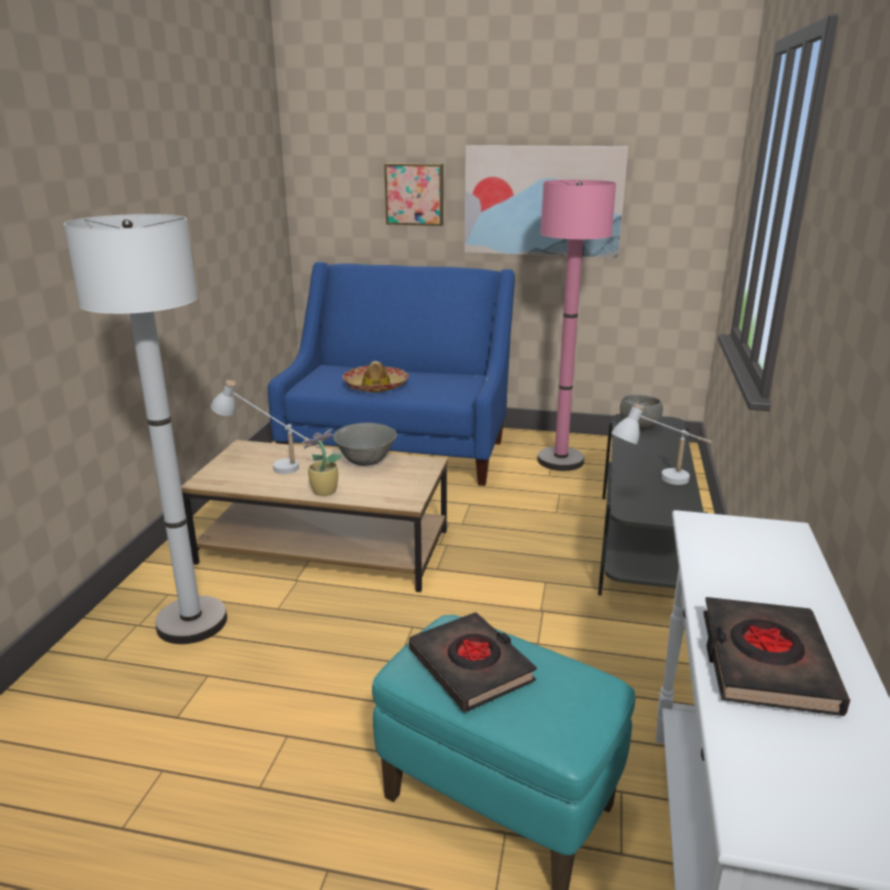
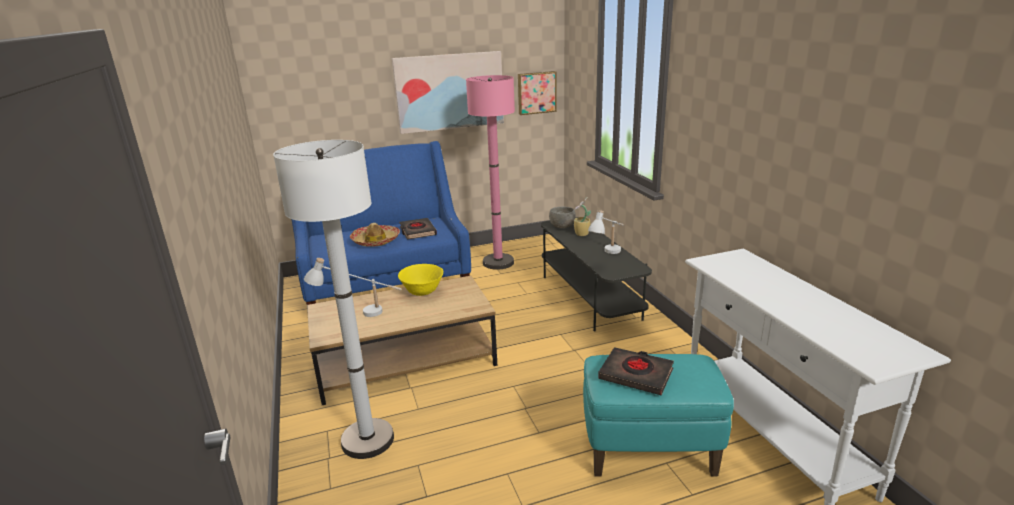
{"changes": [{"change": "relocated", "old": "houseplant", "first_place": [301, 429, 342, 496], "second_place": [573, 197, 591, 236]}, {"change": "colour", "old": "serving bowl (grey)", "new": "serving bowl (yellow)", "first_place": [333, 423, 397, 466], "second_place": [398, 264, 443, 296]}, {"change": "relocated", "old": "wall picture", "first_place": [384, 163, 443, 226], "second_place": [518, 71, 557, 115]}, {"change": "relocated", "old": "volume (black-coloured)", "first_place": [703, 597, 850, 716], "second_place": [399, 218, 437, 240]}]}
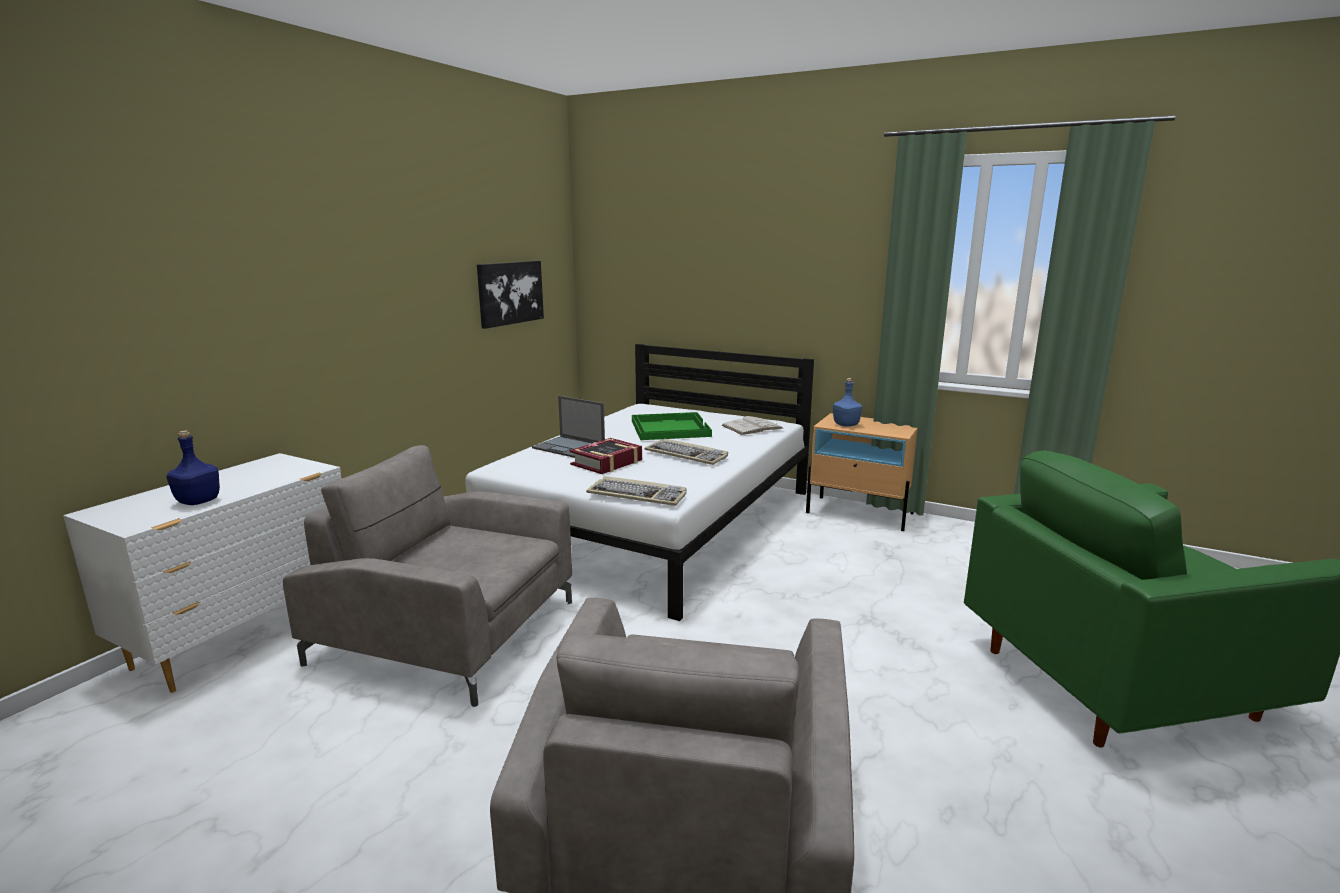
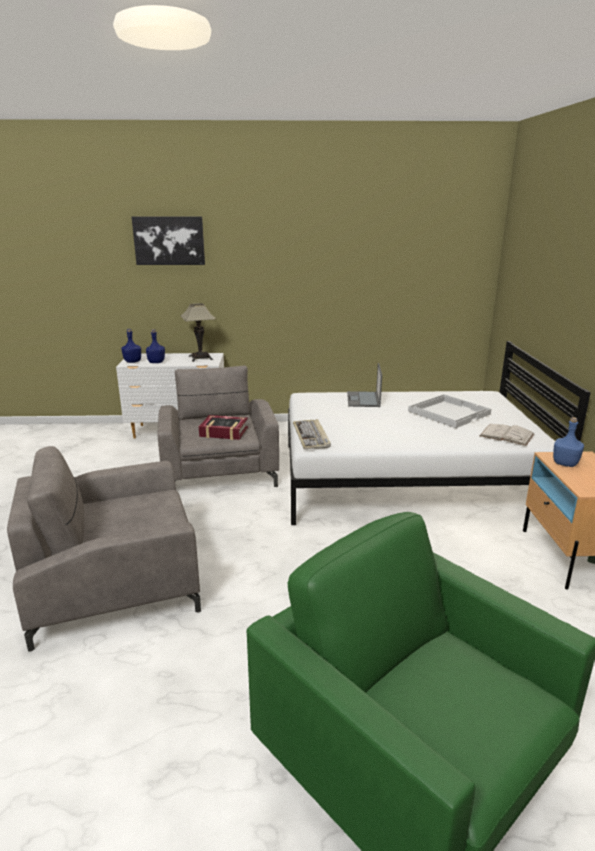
{"changes": [{"change": "relocated", "old": "wall picture", "first_place": [477, 261, 544, 329], "second_place": [132, 217, 205, 265]}, {"change": "relocated", "old": "volume", "first_place": [570, 438, 642, 474], "second_place": [199, 415, 248, 440]}, {"change": "colour", "old": "tray (green)", "new": "tray (whitish)", "first_place": [632, 412, 712, 440], "second_place": [408, 394, 491, 428]}, {"change": "missing", "old": "PC keyboard", "first_place": [645, 439, 728, 465]}, {"change": "appeared", "new": "beverage bottle (blue-coloured)", "second_place": [121, 329, 141, 363]}, {"change": "appeared", "new": "lamp for a table", "second_place": [181, 303, 216, 362]}]}
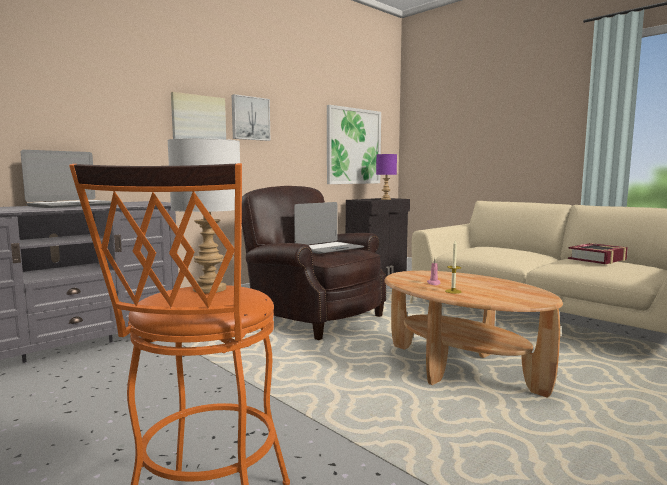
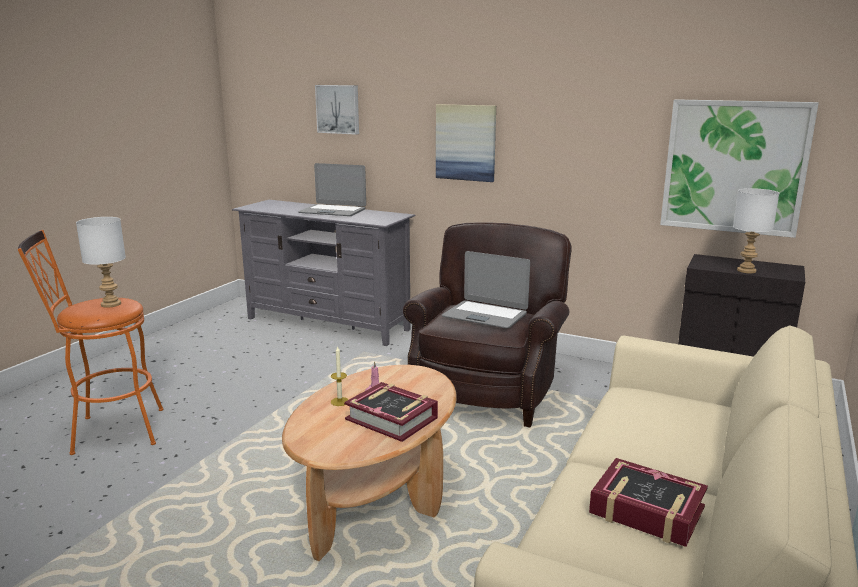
{"changes": [{"change": "relocated", "old": "wall picture", "first_place": [232, 94, 270, 141], "second_place": [315, 85, 359, 135]}, {"change": "colour", "old": "lamp for a table (purplish)", "new": "lamp for a table (whitish)", "first_place": [376, 154, 397, 200], "second_place": [733, 188, 779, 273]}, {"change": "appeared", "new": "volume", "second_place": [344, 382, 438, 442]}]}
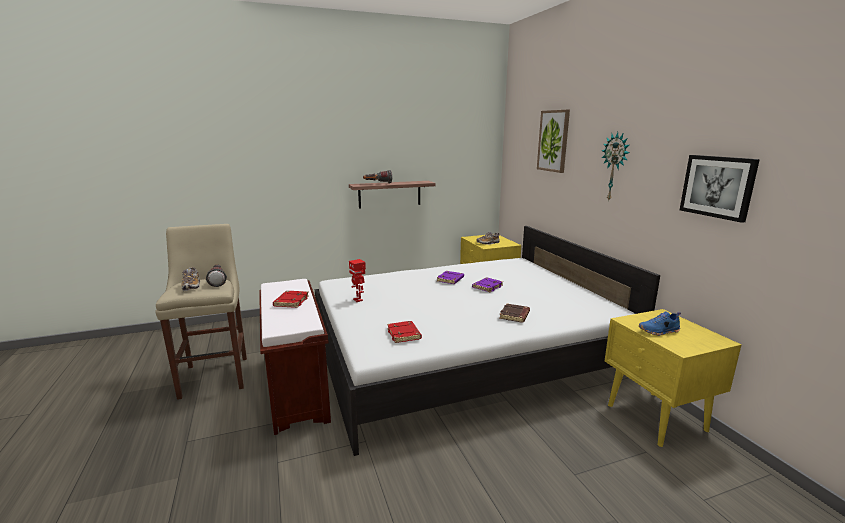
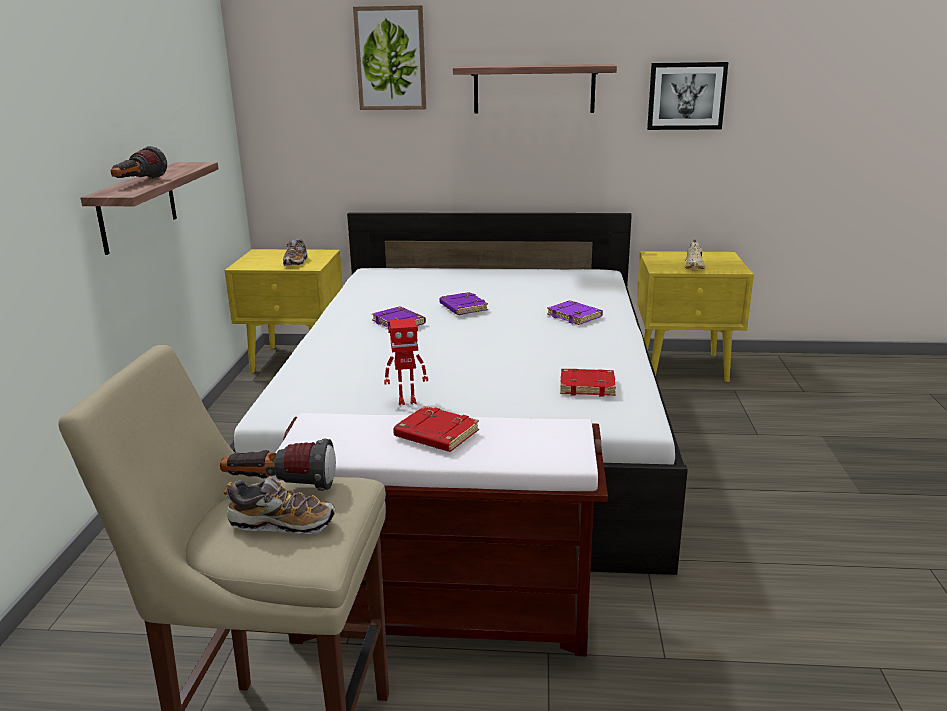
{"changes": [{"change": "colour", "old": "volume (brown-coloured)", "new": "volume (purplish)", "first_place": [499, 303, 530, 323], "second_place": [547, 301, 603, 325]}, {"change": "exchanged", "old": "clock on the wall", "new": "bracket shelf", "first_place": [602, 132, 630, 202], "second_place": [453, 64, 617, 114]}, {"change": "colour", "old": "shoe (blue-coloured)", "new": "shoe (beige)", "first_place": [639, 311, 681, 336], "second_place": [685, 240, 705, 269]}]}
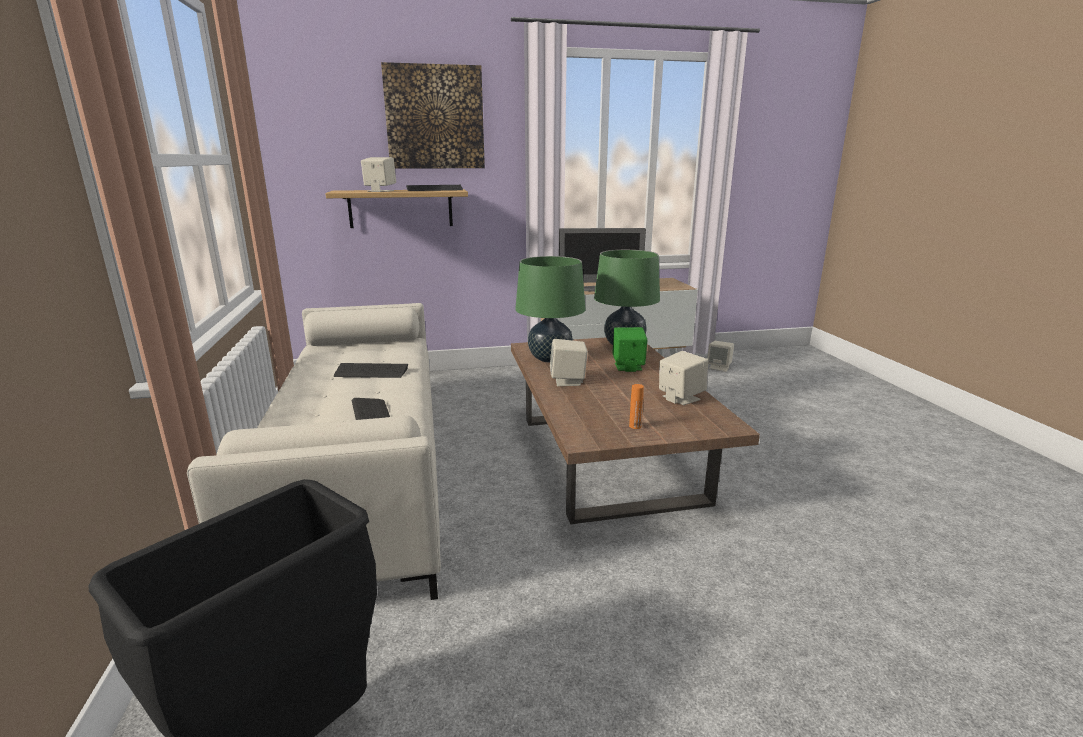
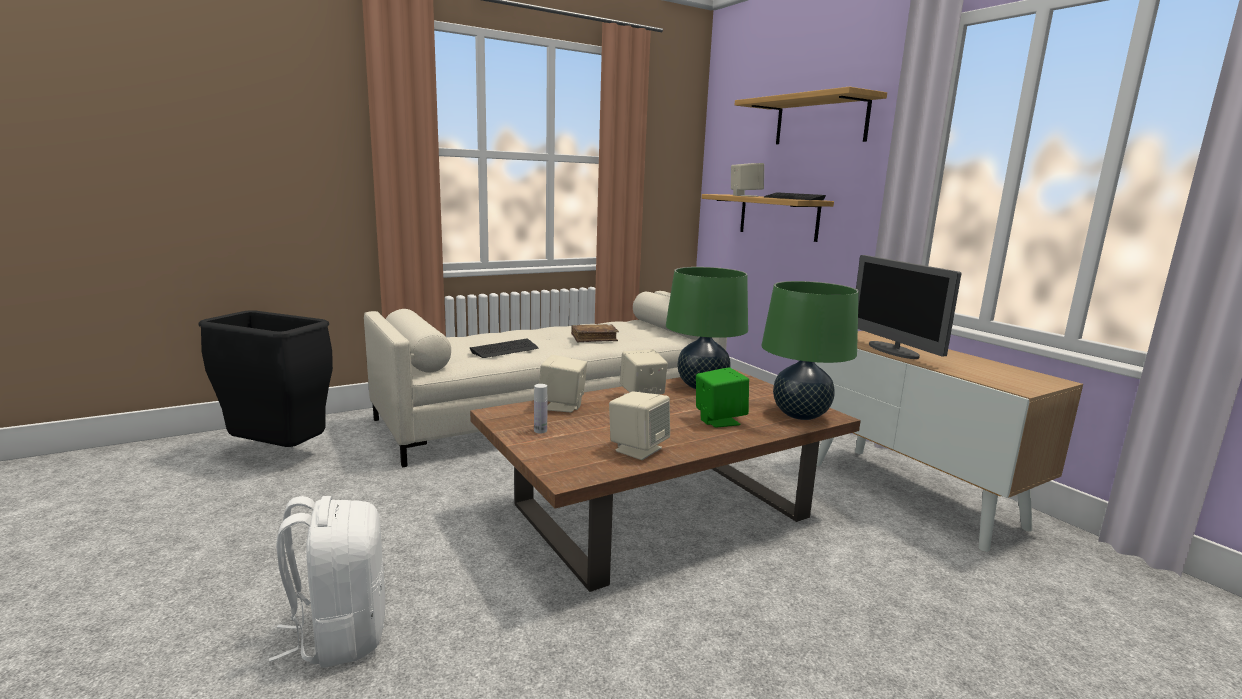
{"changes": [{"change": "exchanged", "old": "PC keyboard", "new": "volume (brown-coloured)", "first_place": [334, 363, 408, 378], "second_place": [571, 324, 619, 342]}, {"change": "exchanged", "old": "wall picture", "new": "bracket shelf", "first_place": [381, 62, 485, 169], "second_place": [735, 87, 887, 144]}, {"change": "colour", "old": "beverage bottle (orange-coloured)", "new": "beverage bottle (whitish)", "first_place": [629, 384, 644, 429], "second_place": [534, 384, 548, 433]}, {"change": "relocated", "old": "loudspeaker (beige)", "first_place": [707, 341, 734, 372], "second_place": [539, 355, 587, 412]}, {"change": "appeared", "new": "rucksack (whitish)", "second_place": [269, 496, 385, 668]}]}
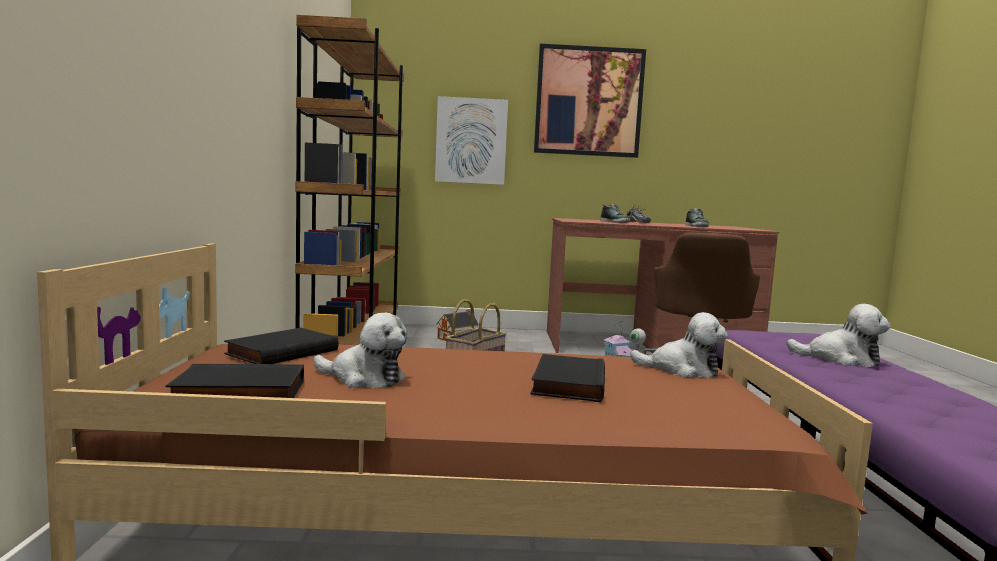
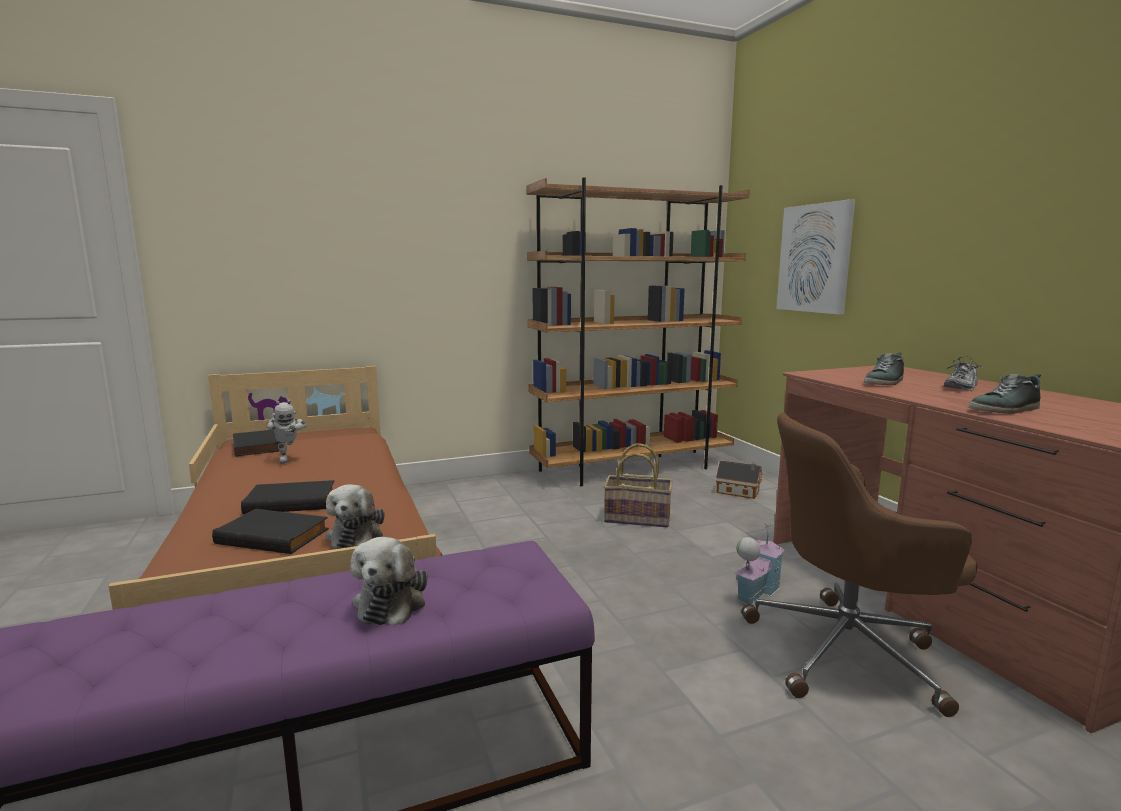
{"changes": [{"change": "relocated", "old": "volume (black-coloured)", "first_place": [224, 328, 339, 364], "second_place": [212, 509, 329, 554]}, {"change": "exchanged", "old": "plush toy", "new": "model robot", "first_place": [314, 313, 408, 388], "second_place": [266, 400, 307, 464]}, {"change": "missing", "old": "wall picture", "first_place": [534, 44, 646, 158]}]}
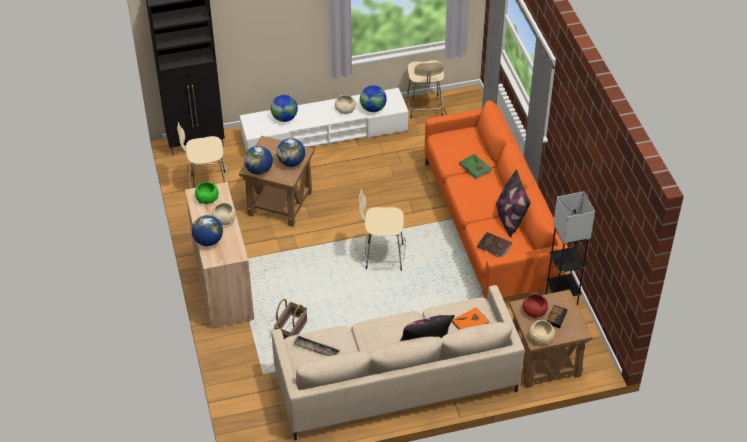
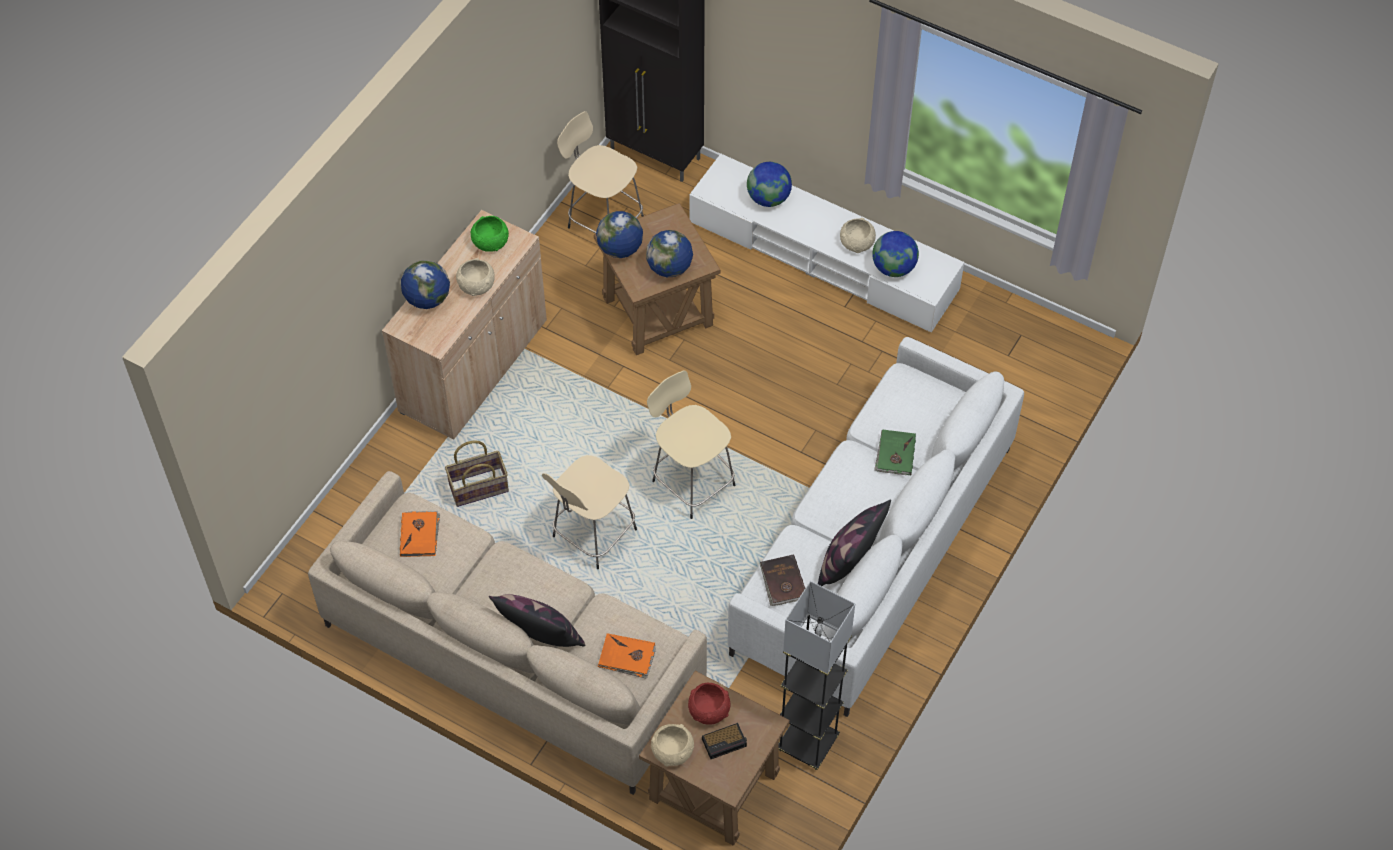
{"changes": [{"change": "exchanged", "old": "tray", "new": "volume (orange-coloured)", "first_place": [293, 335, 340, 356], "second_place": [400, 511, 440, 557]}, {"change": "relocated", "old": "stool seat (beige)", "first_place": [407, 60, 444, 119], "second_place": [542, 455, 637, 569]}, {"change": "colour", "old": "couch (orange-coloured)", "new": "couch (whitish)", "first_place": [424, 100, 568, 299], "second_place": [728, 337, 1024, 717]}]}
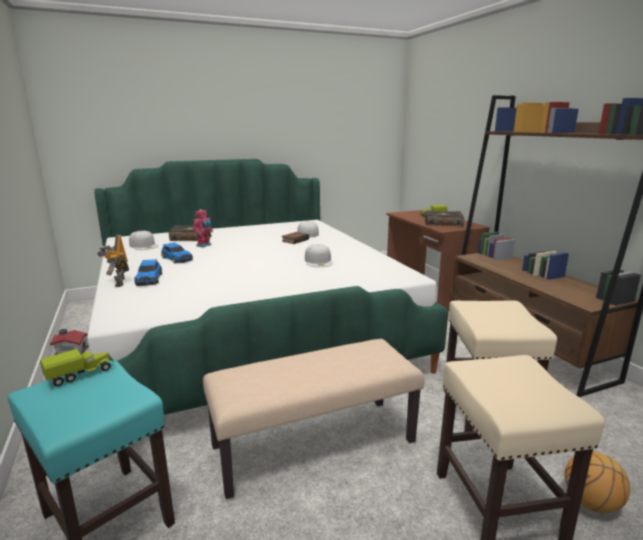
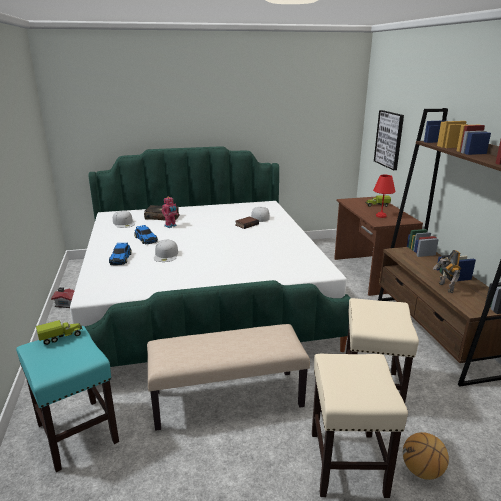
{"changes": [{"change": "relocated", "old": "model robot", "first_place": [97, 235, 129, 287], "second_place": [433, 250, 461, 293]}, {"change": "relocated", "old": "baseball cap (whitish)", "first_place": [305, 244, 333, 267], "second_place": [154, 240, 178, 262]}, {"change": "exchanged", "old": "volume", "new": "lamp for a table (red)", "first_place": [424, 211, 464, 227], "second_place": [373, 175, 395, 218]}, {"change": "appeared", "new": "wall picture", "second_place": [374, 110, 404, 170]}]}
